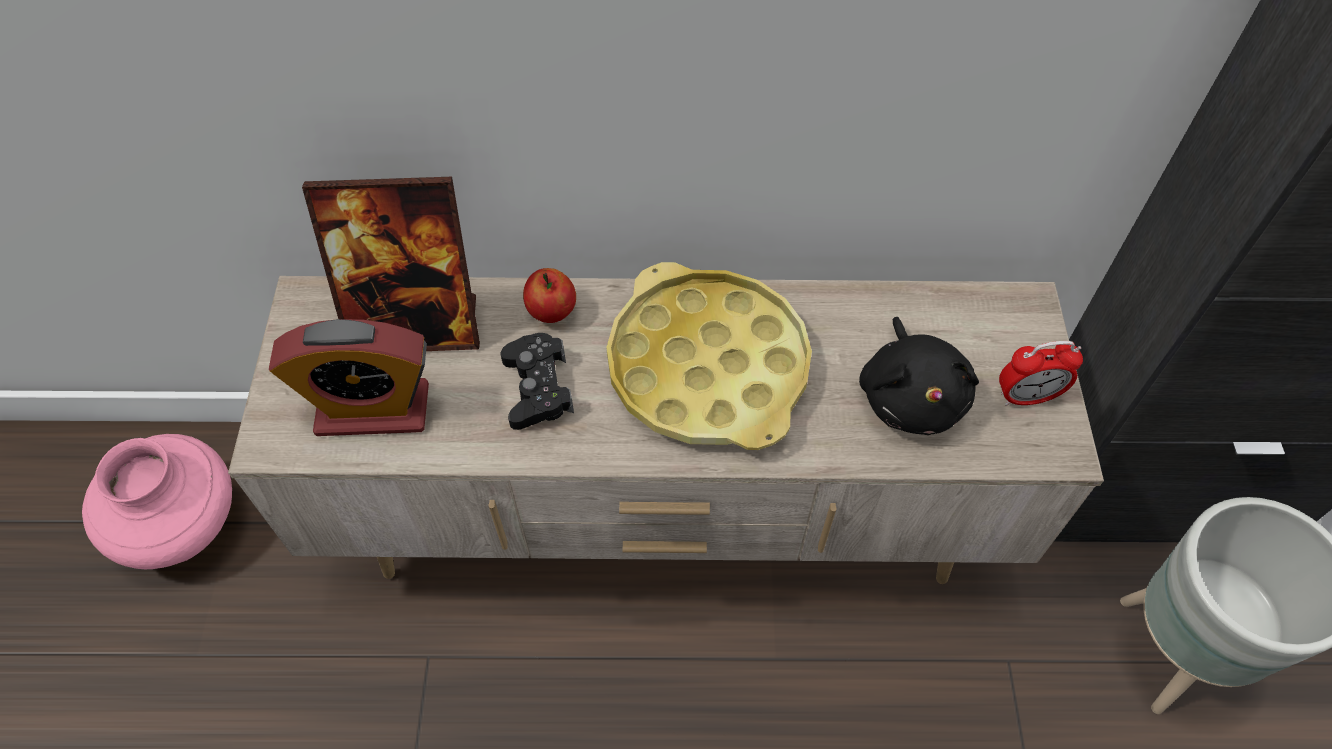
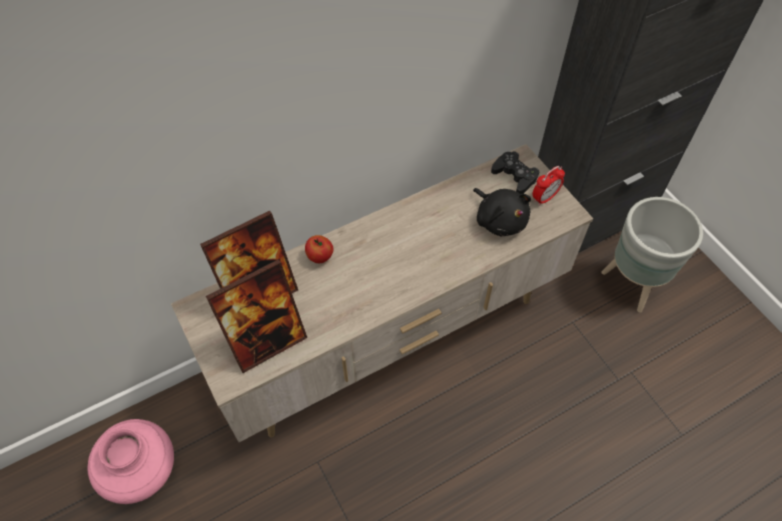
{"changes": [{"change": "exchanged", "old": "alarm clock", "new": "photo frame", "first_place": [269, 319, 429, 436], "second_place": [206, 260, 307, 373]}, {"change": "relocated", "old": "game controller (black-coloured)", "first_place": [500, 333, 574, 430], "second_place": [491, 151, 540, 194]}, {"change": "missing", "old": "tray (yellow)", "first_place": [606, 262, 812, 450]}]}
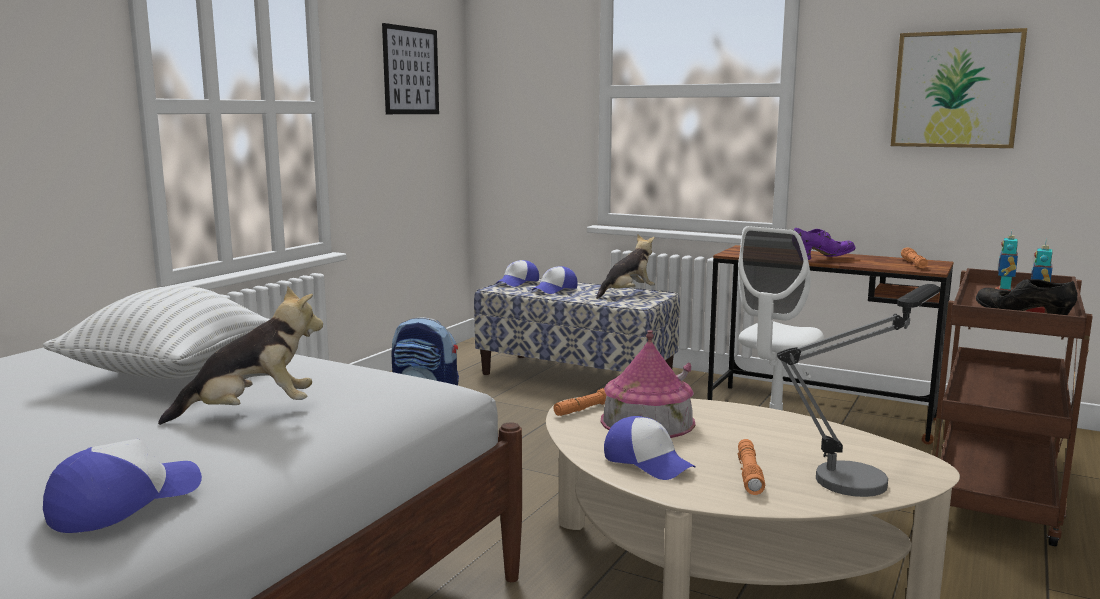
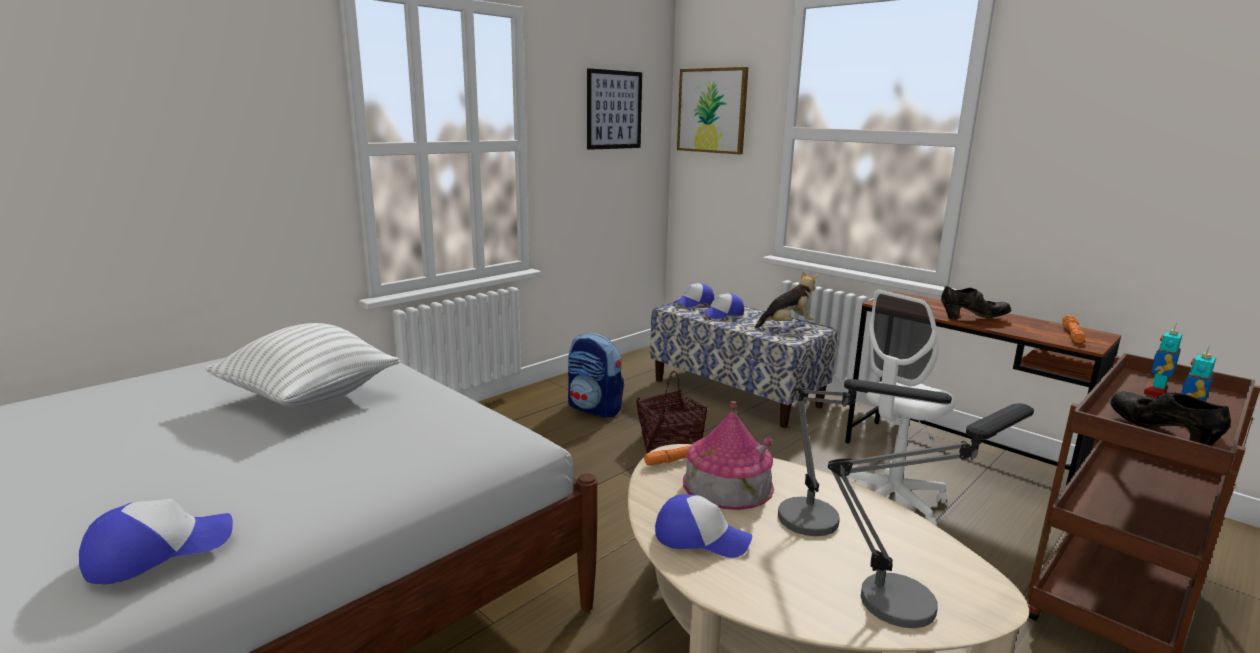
{"changes": [{"change": "missing", "old": "plush toy", "first_place": [158, 286, 323, 425]}, {"change": "spun", "old": "baseball cap", "first_place": [604, 416, 696, 480], "second_place": [655, 494, 752, 558], "degrees": -45}, {"change": "missing", "old": "torch (orange-coloured)", "first_place": [737, 439, 765, 495]}, {"change": "colour", "old": "shoe (purplish)", "new": "shoe (black-coloured)", "first_place": [794, 228, 856, 260], "second_place": [941, 286, 1011, 319]}, {"change": "relocated", "old": "wall picture", "first_place": [891, 28, 1027, 148], "second_place": [677, 67, 748, 154]}, {"change": "appeared", "new": "storage basket", "second_place": [636, 370, 707, 453]}, {"change": "appeared", "new": "lamp for a table", "second_place": [778, 379, 952, 536]}]}
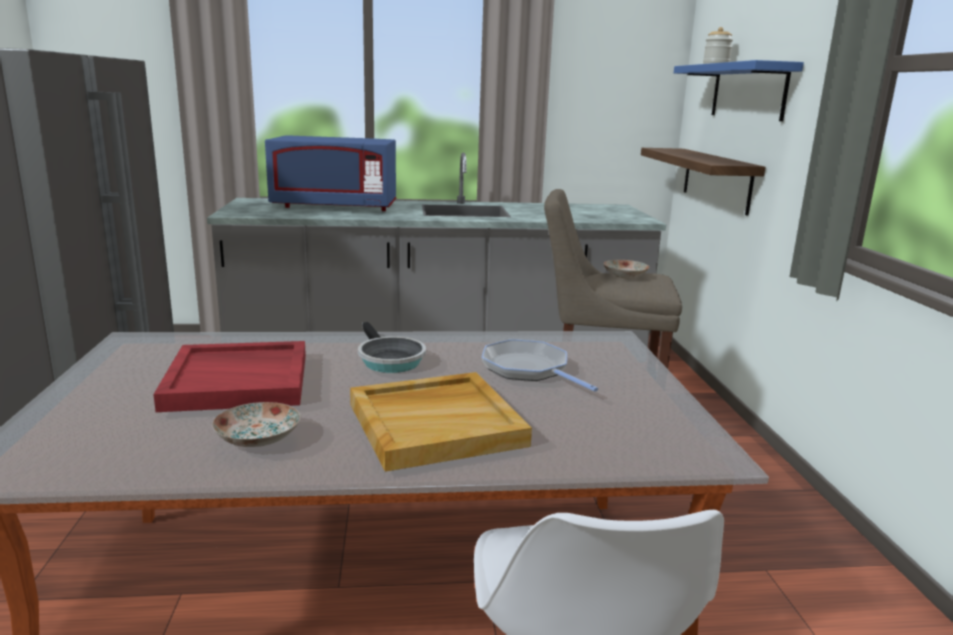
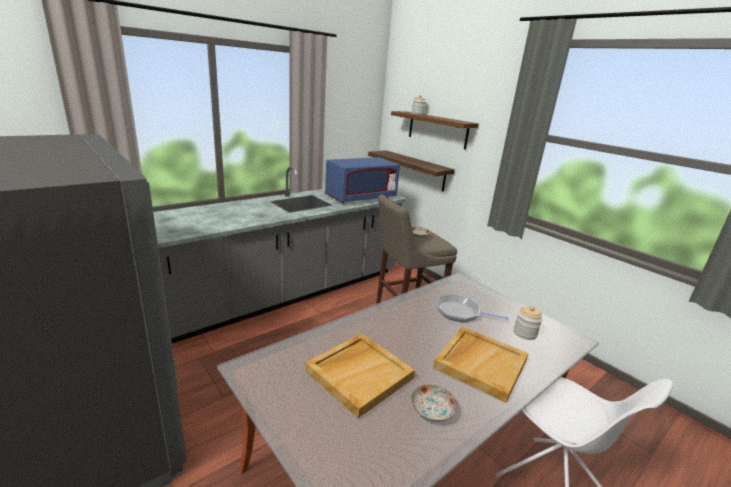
{"changes": [{"change": "colour", "old": "tray (red)", "new": "tray (beige)", "first_place": [153, 341, 306, 412], "second_place": [305, 333, 415, 418]}, {"change": "relocated", "old": "microwave (blue-coloured)", "first_place": [265, 135, 396, 211], "second_place": [325, 157, 400, 203]}, {"change": "missing", "old": "skillet", "first_place": [358, 322, 426, 373]}, {"change": "colour", "old": "bracket shelf (blue-coloured)", "new": "bracket shelf (brown-coloured)", "first_place": [674, 60, 804, 121], "second_place": [391, 111, 479, 149]}, {"change": "appeared", "new": "storage jar", "second_place": [514, 306, 543, 340]}]}
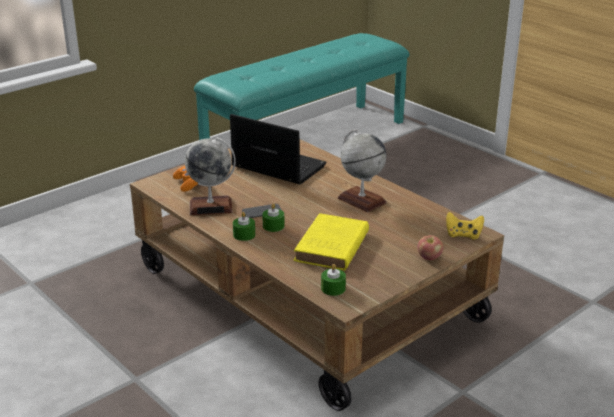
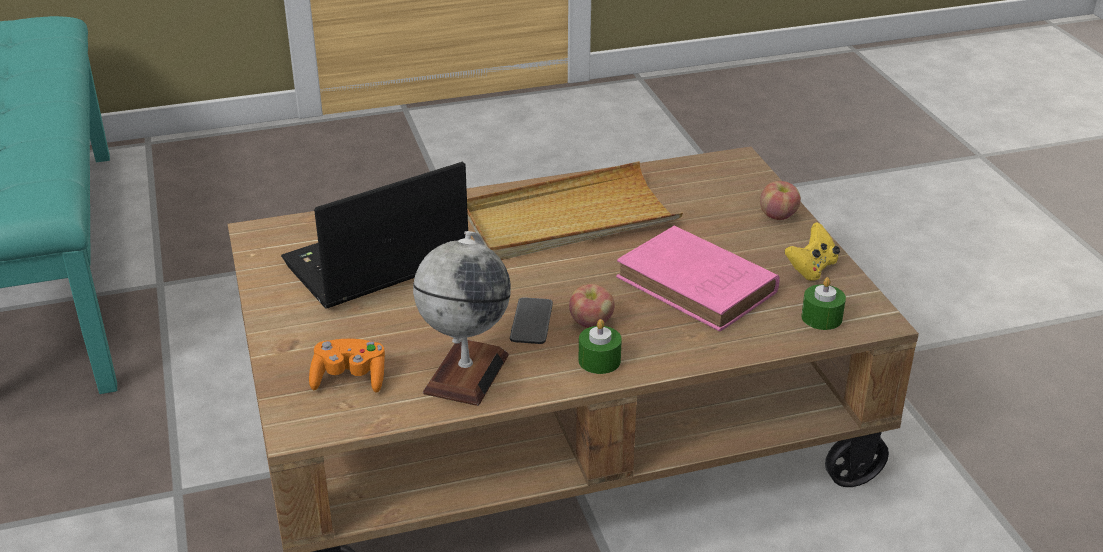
{"changes": [{"change": "exchanged", "old": "wax light (green)", "new": "apple", "first_place": [262, 203, 285, 232], "second_place": [569, 284, 615, 328]}, {"change": "colour", "old": "volume (yellow)", "new": "volume (pinkish)", "first_place": [294, 213, 369, 271], "second_place": [616, 226, 780, 332]}, {"change": "exchanged", "old": "desk globe", "new": "tray (beige)", "first_place": [338, 129, 387, 212], "second_place": [467, 161, 683, 260]}, {"change": "relocated", "old": "game controller (yellow)", "first_place": [446, 212, 484, 240], "second_place": [785, 222, 840, 281]}]}
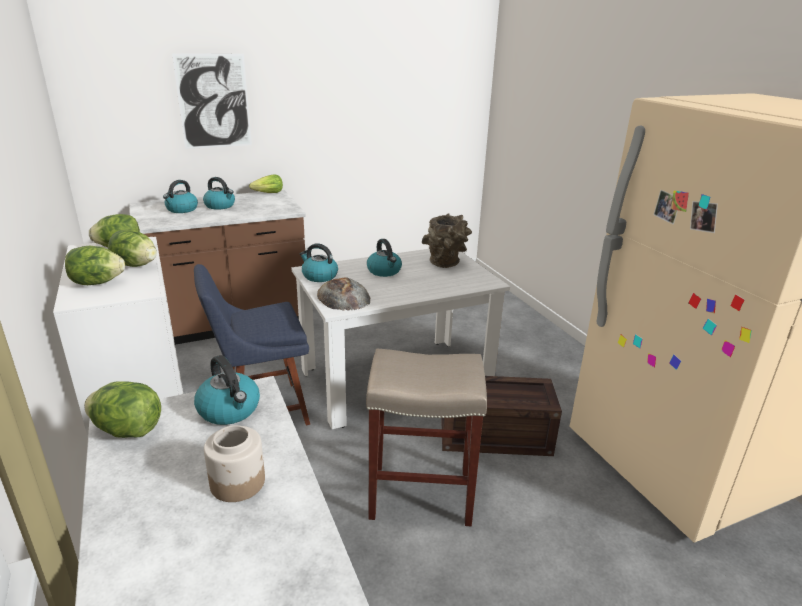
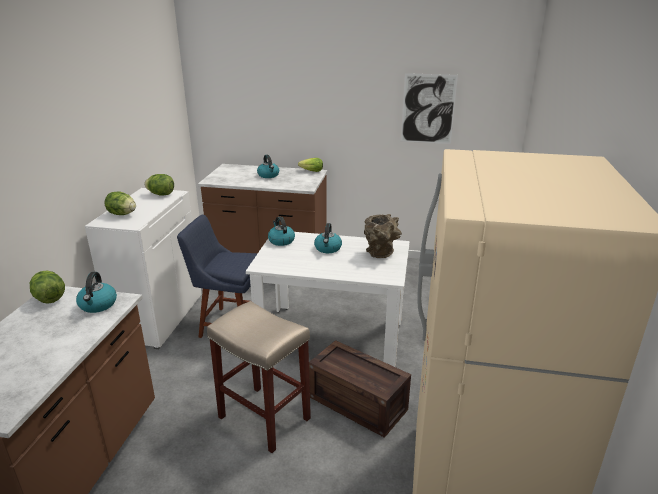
{"changes": [{"change": "missing", "old": "head of lettuce", "first_place": [108, 230, 157, 267]}, {"change": "missing", "old": "tea kettle", "first_place": [163, 180, 198, 213]}, {"change": "relocated", "old": "wall picture", "first_place": [172, 54, 252, 149], "second_place": [401, 73, 458, 144]}, {"change": "missing", "old": "storage jar", "first_place": [204, 425, 265, 502]}, {"change": "missing", "old": "bread", "first_place": [317, 277, 371, 311]}]}
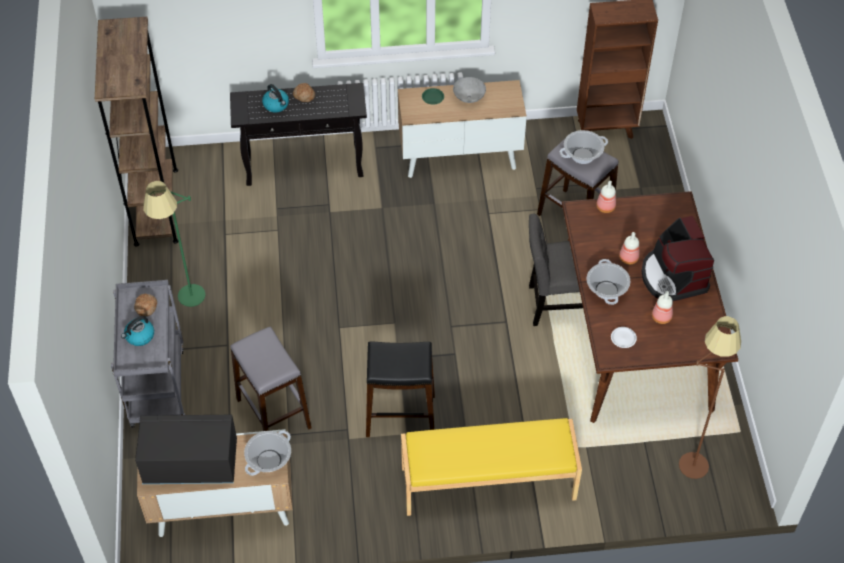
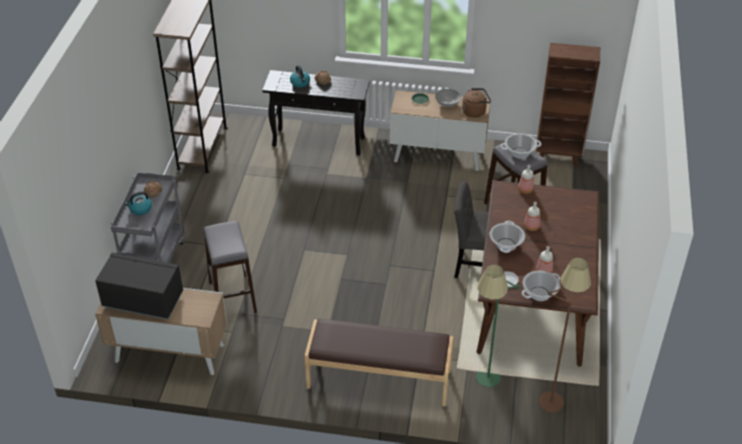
{"changes": [{"change": "relocated", "old": "standing lamp (green)", "first_place": [143, 181, 206, 307], "second_place": [476, 265, 520, 387]}, {"change": "relocated", "old": "stockpot", "first_place": [244, 431, 291, 476], "second_place": [522, 271, 560, 301]}, {"change": "missing", "old": "stool seat (black-coloured)", "first_place": [366, 342, 435, 437]}, {"change": "colour", "old": "long seat (yellow)", "new": "long seat (brown-coloured)", "first_place": [401, 418, 582, 516], "second_place": [305, 319, 453, 407]}, {"change": "missing", "old": "coffee machine", "first_place": [641, 216, 714, 301]}, {"change": "appeared", "new": "tea kettle (brown-coloured)", "second_place": [462, 88, 491, 118]}]}
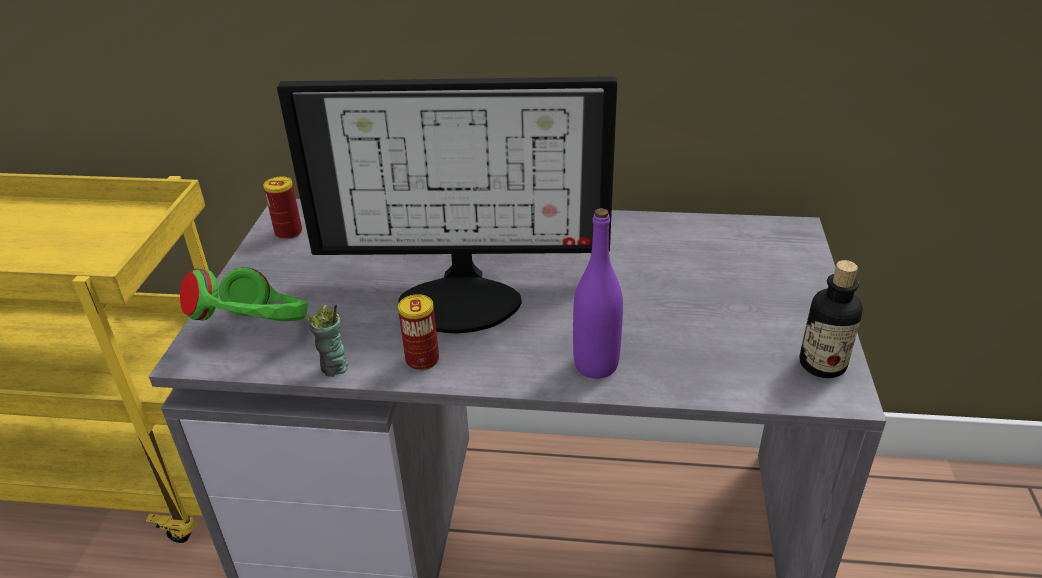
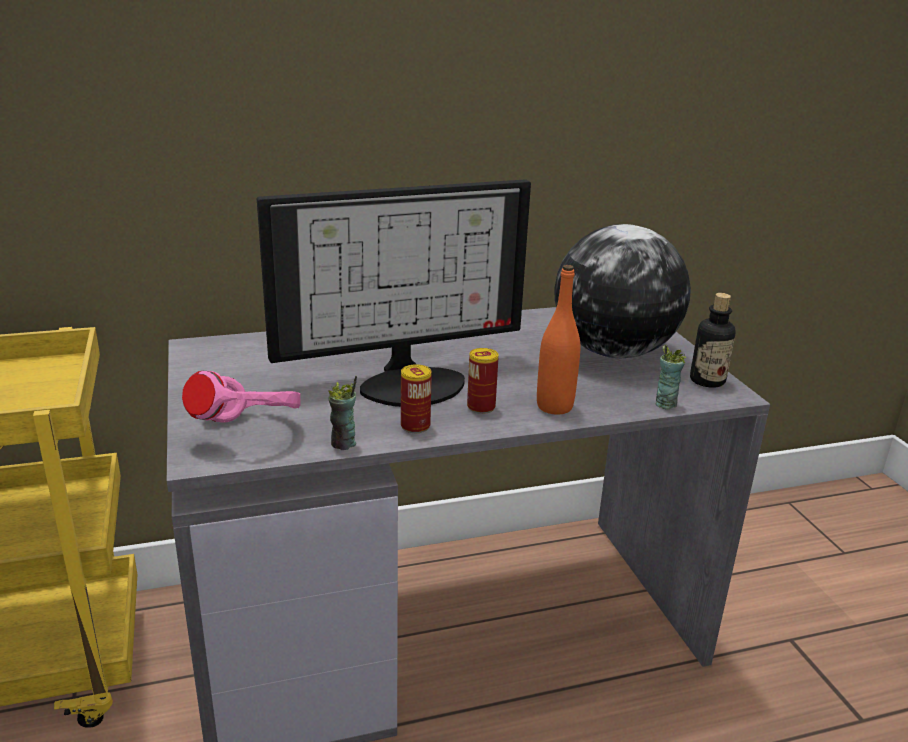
{"changes": [{"change": "colour", "old": "pair of headphones (green)", "new": "pair of headphones (pinkish)", "first_place": [180, 267, 308, 322], "second_place": [182, 371, 300, 423]}, {"change": "relocated", "old": "metal can", "first_place": [263, 176, 302, 240], "second_place": [467, 348, 499, 414]}, {"change": "colour", "old": "beverage bottle (purplish)", "new": "beverage bottle (orange-coloured)", "first_place": [573, 208, 623, 379], "second_place": [537, 265, 580, 415]}, {"change": "appeared", "new": "desk globe", "second_place": [555, 224, 691, 358]}, {"change": "appeared", "new": "drinking cup", "second_place": [655, 345, 686, 410]}]}
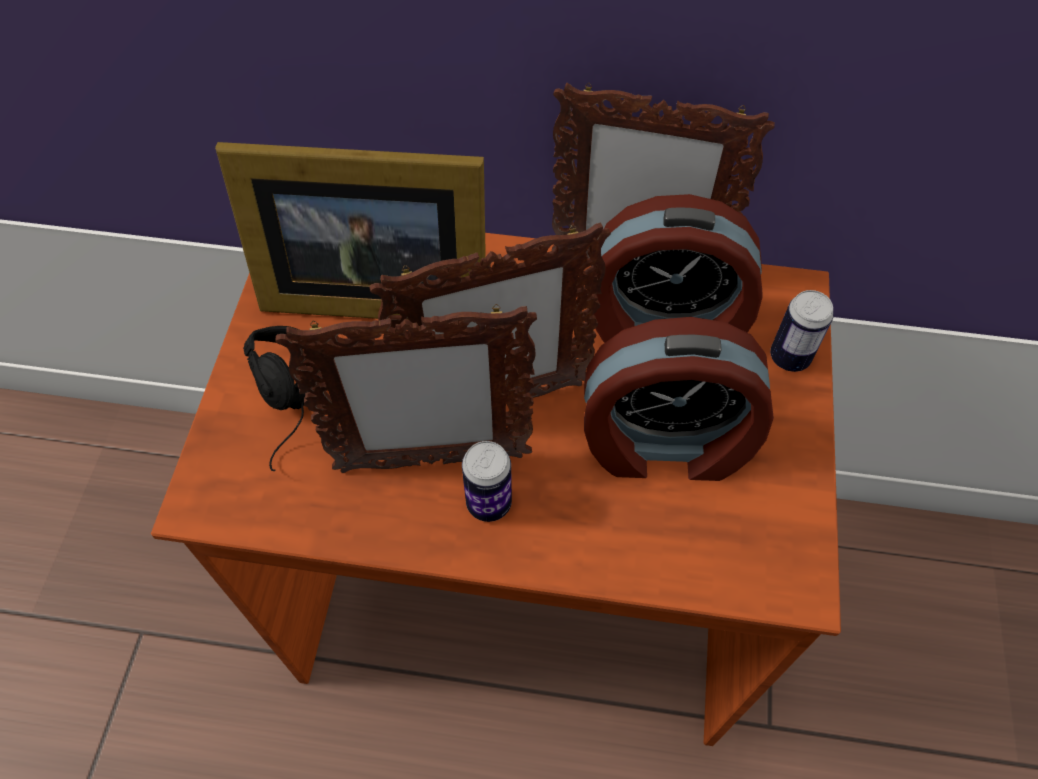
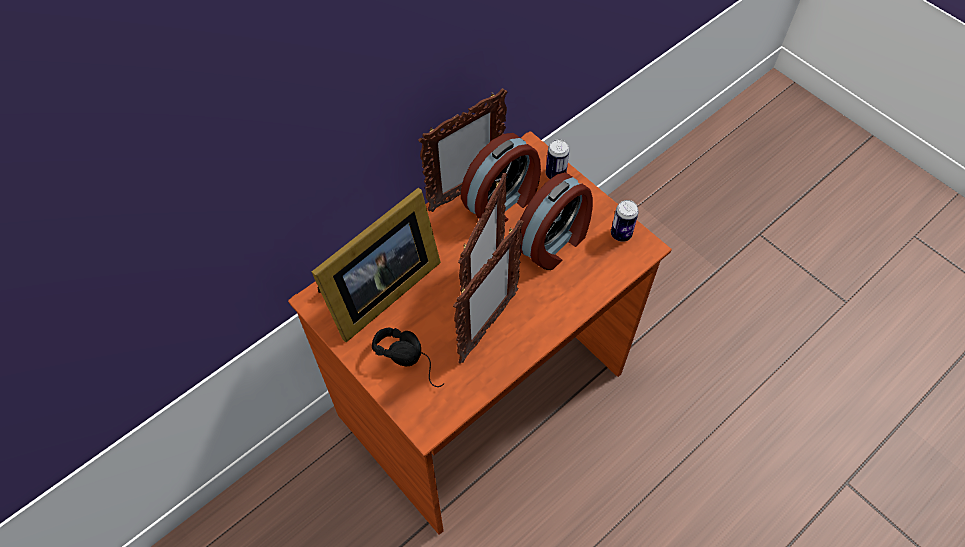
{"changes": [{"change": "relocated", "old": "metal can", "first_place": [462, 441, 512, 522], "second_place": [611, 200, 639, 242]}]}
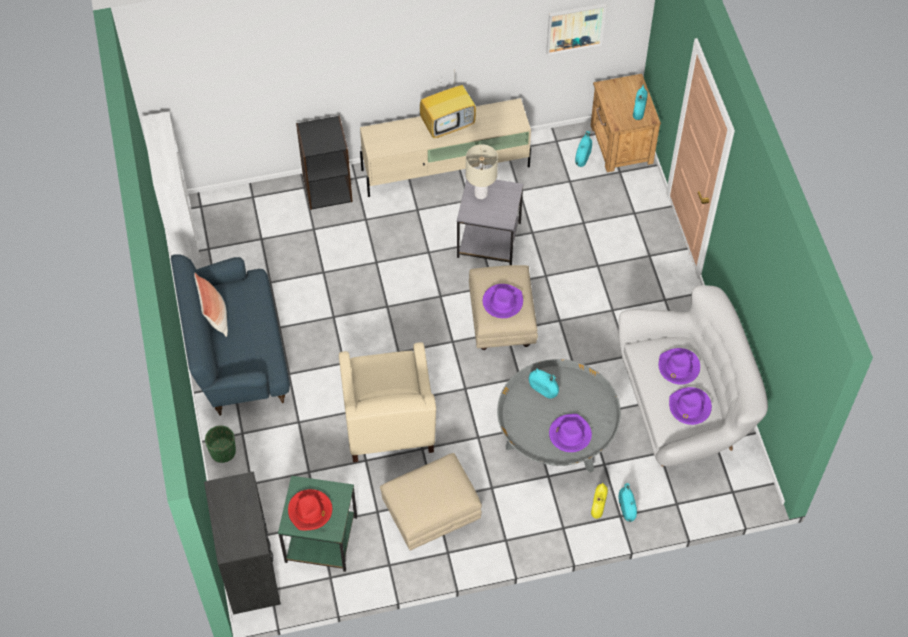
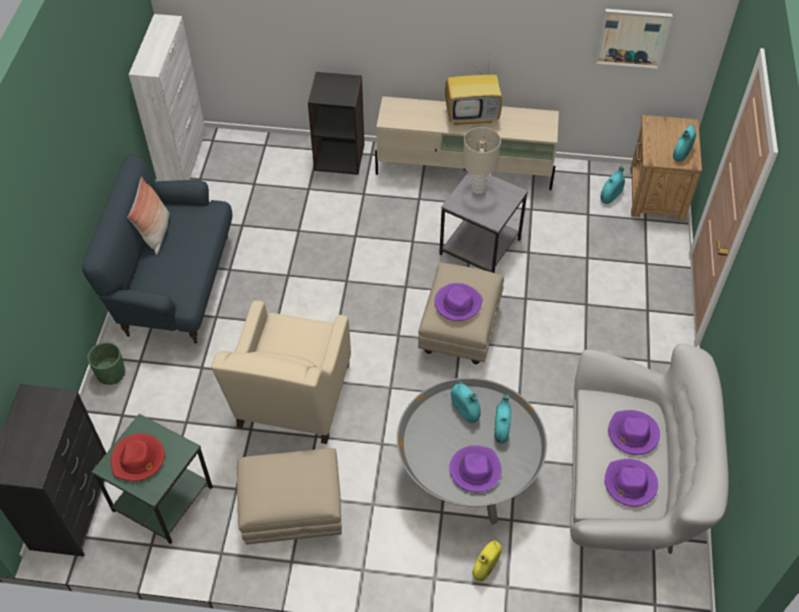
{"changes": [{"change": "relocated", "old": "vase (blue-green)", "first_place": [618, 483, 637, 522], "second_place": [494, 395, 511, 443]}]}
